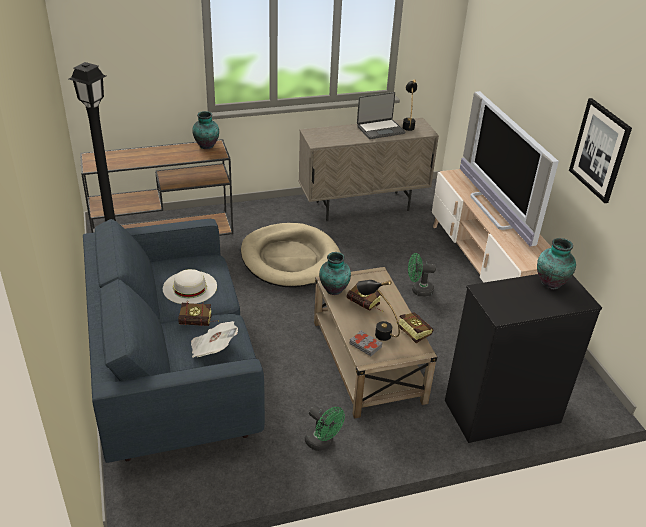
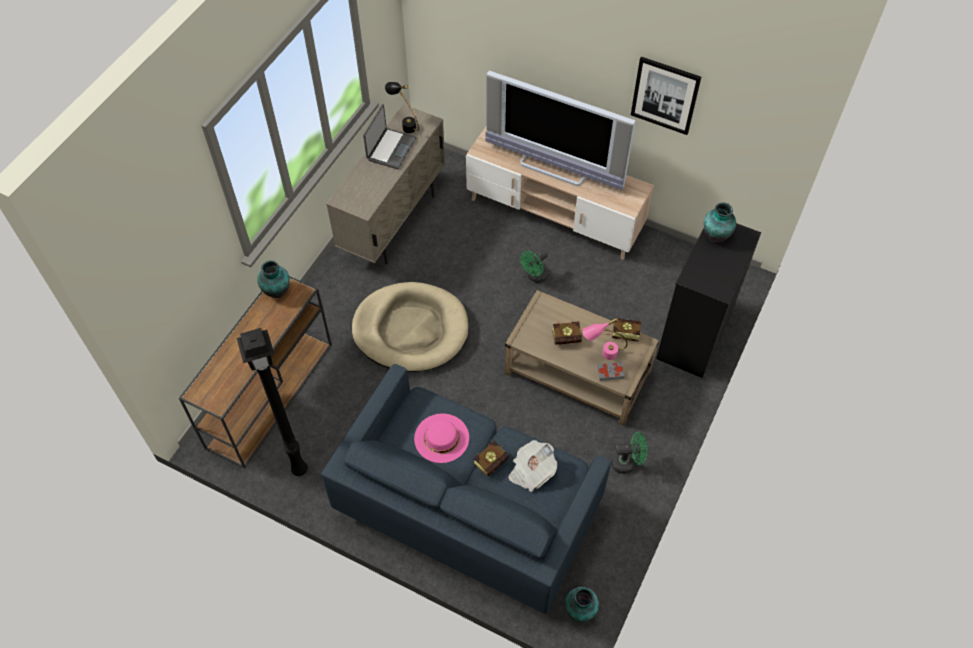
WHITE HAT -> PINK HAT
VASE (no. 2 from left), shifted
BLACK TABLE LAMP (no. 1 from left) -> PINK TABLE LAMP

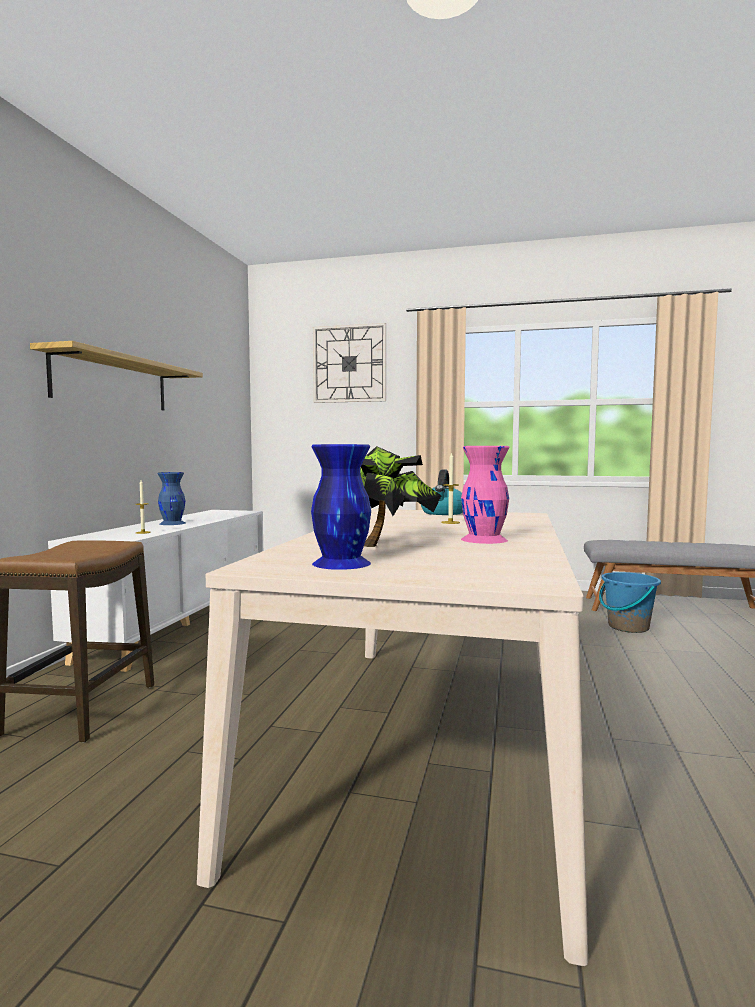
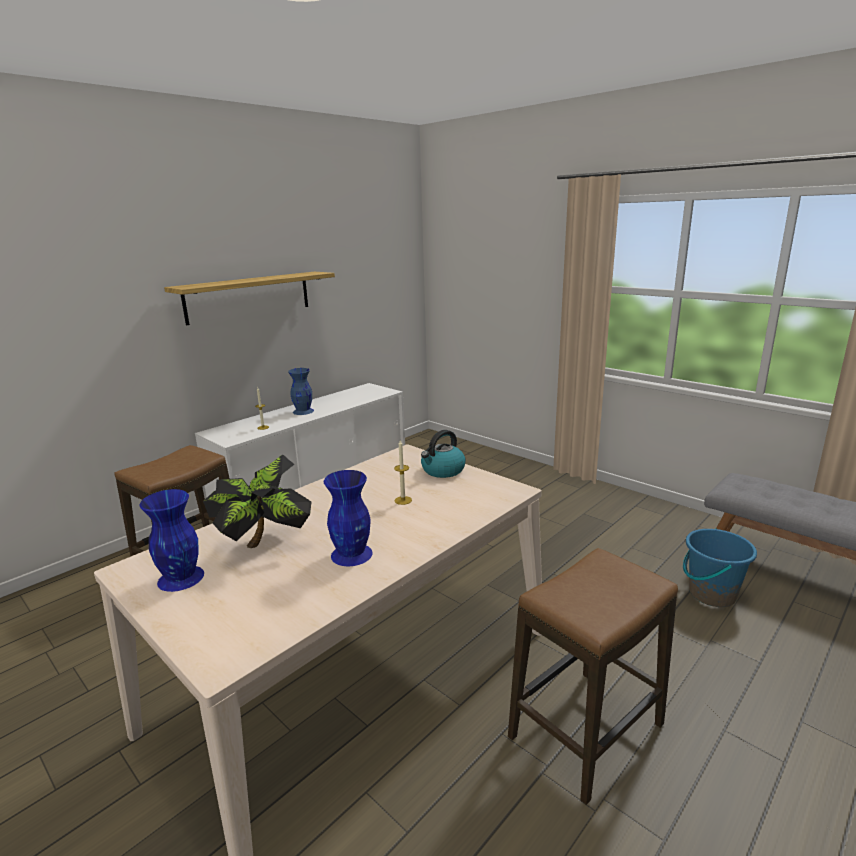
PINK VASE -> BLUE VASE (no. 3 from left)
none -> STOOL (no. 2 from left)
WALL CLOCK -> none

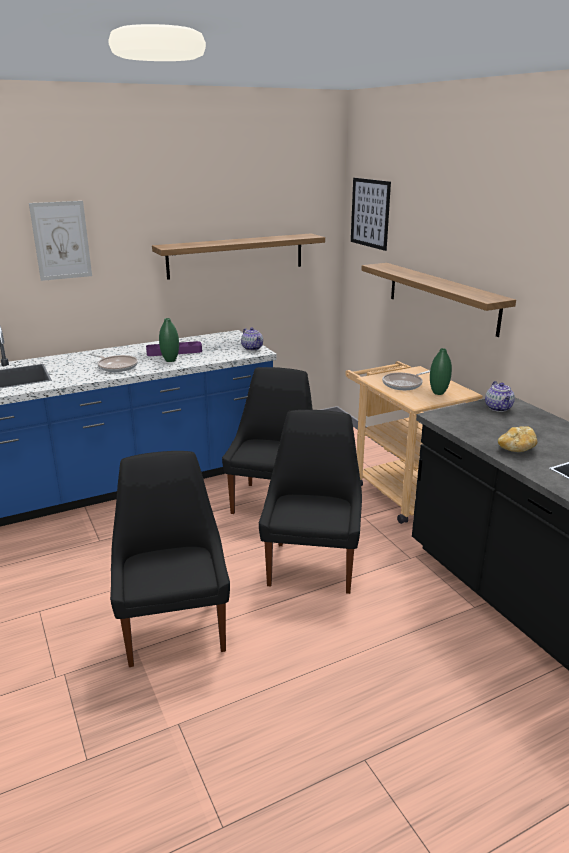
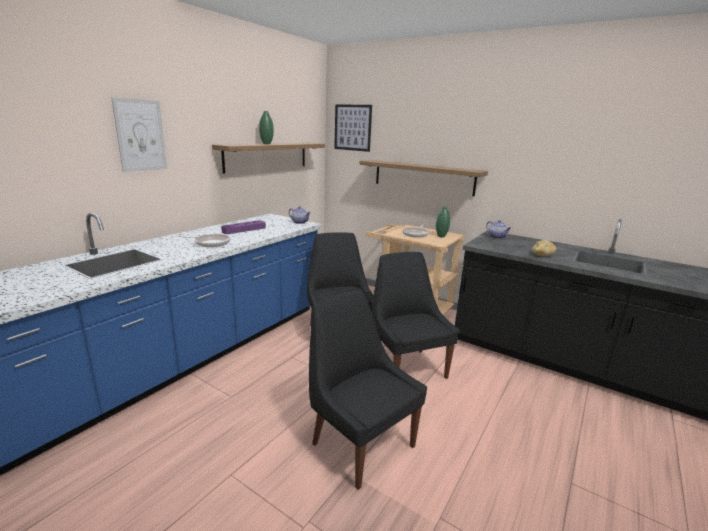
GREEN VASE (no. 1 from left), shifted

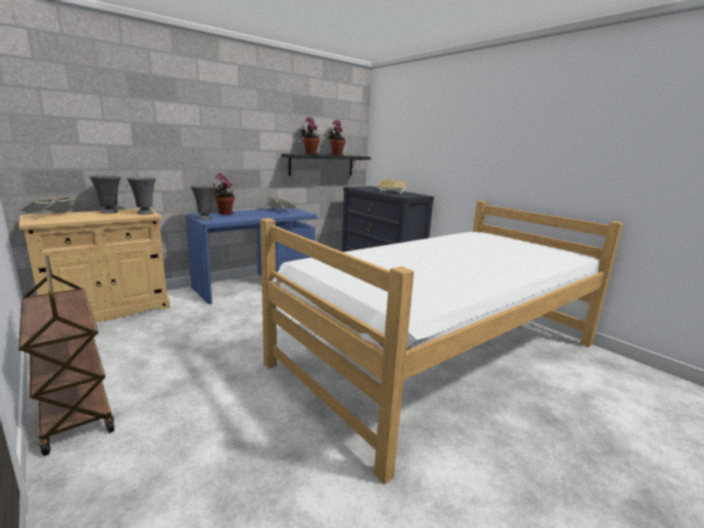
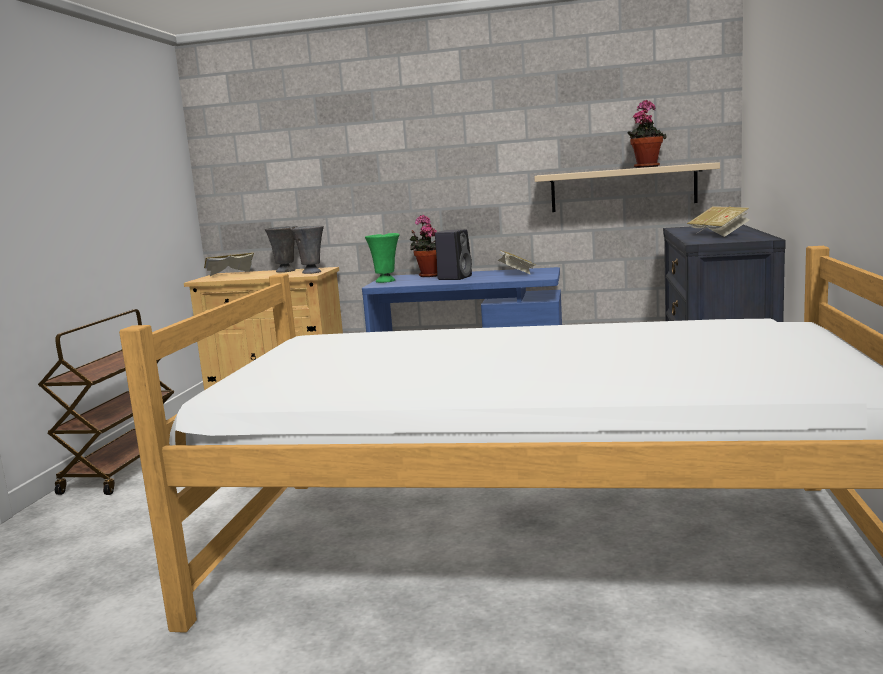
GREY VASE (no. 3 from left) -> GREEN VASE
none -> BLACK SPEAKER
BLACK SHELF -> BEIGE SHELF
POTTED PLANT (no. 2 from left) -> none

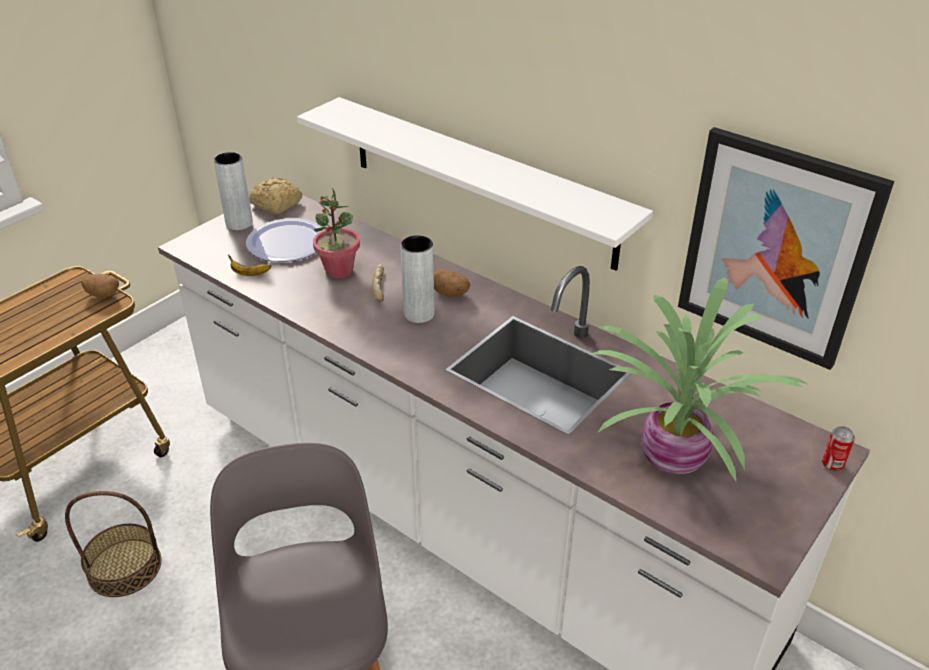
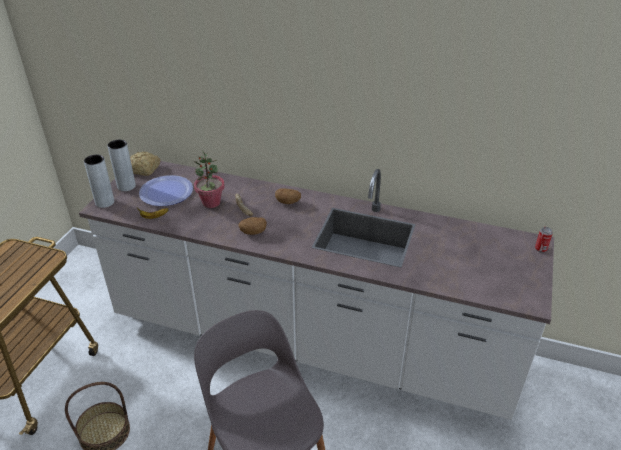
GREY VASE (no. 2 from left in the first image) -> GREY VASE (no. 1 from left), shifted
POTATO (no. 1 from left), shifted
WHITE SHELF -> none
POTTED PLANT (no. 2 from left) -> none
PICTURE -> none

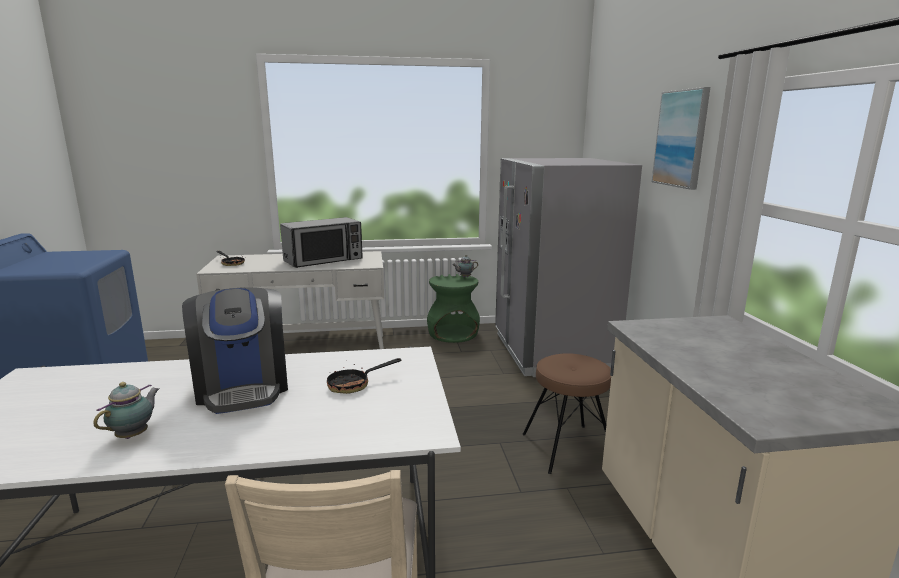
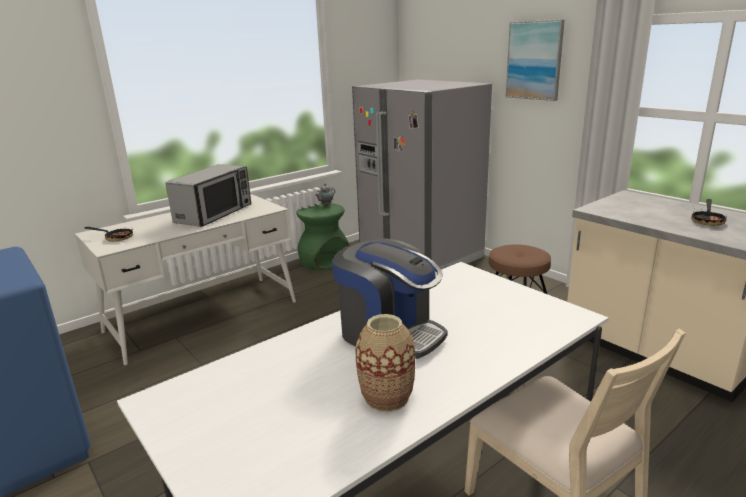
TEAPOT (no. 1 from left) -> VASE
FRYING PAN (no. 2 from left), shifted

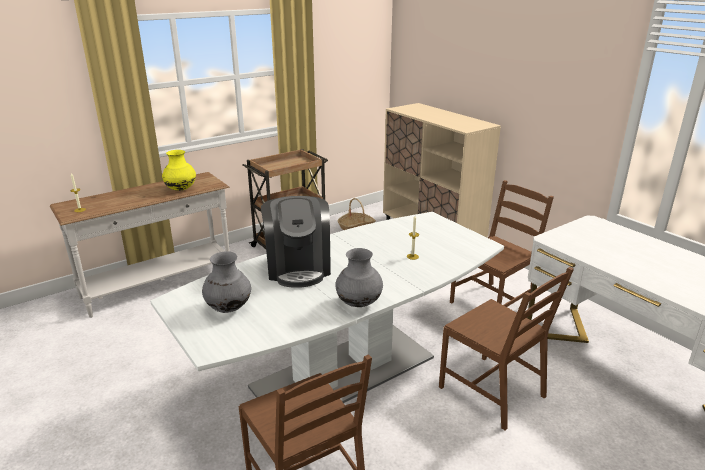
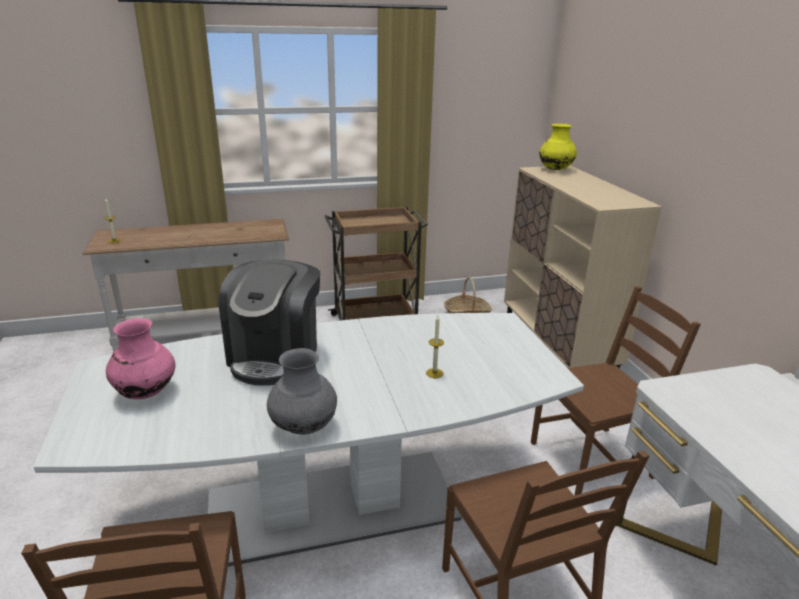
GREY VASE (no. 1 from left) -> PINK VASE
YELLOW VASE, shifted

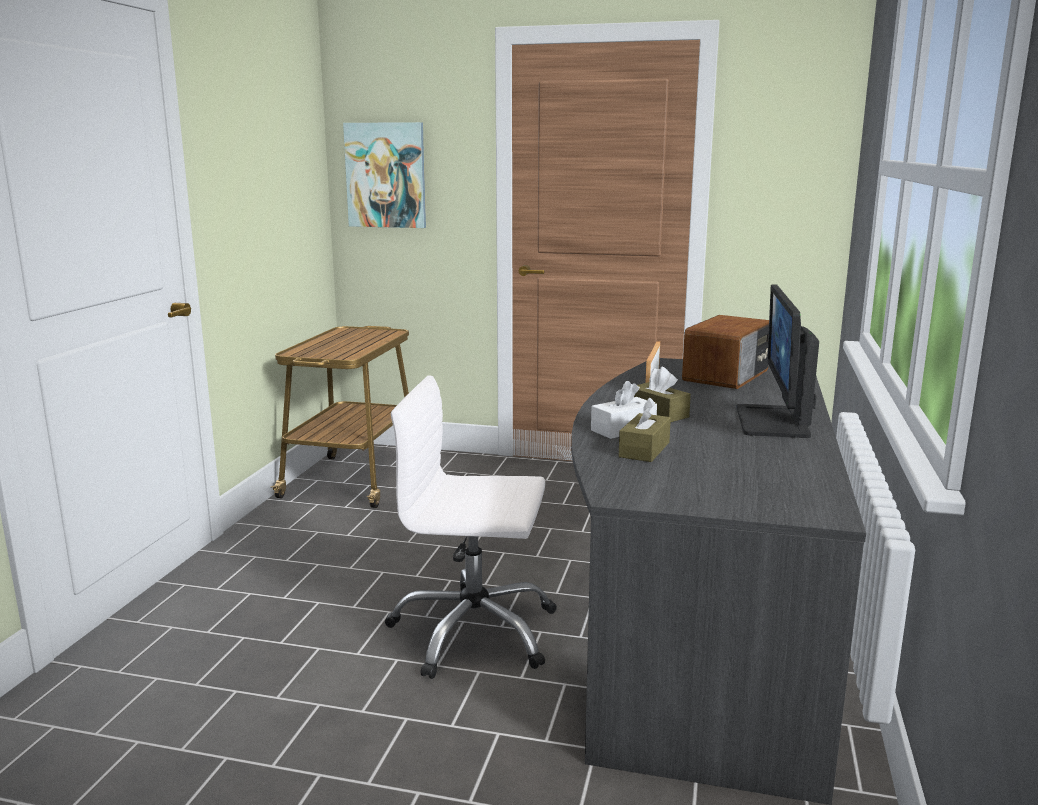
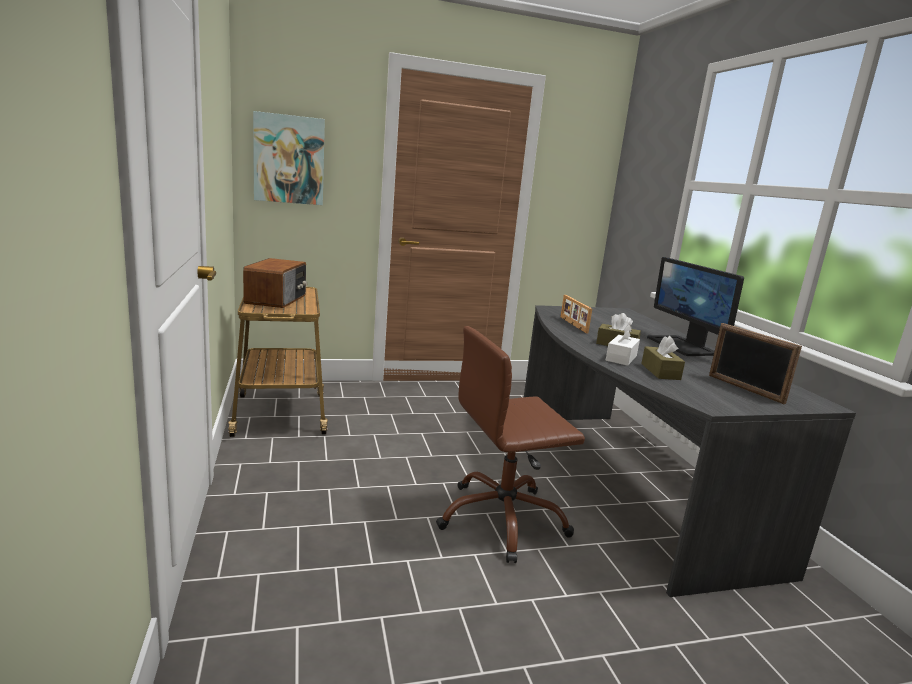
RADIO, shifted
WHITE OFFICE CHAIR -> BROWN OFFICE CHAIR
none -> PICTURE FRAME (no. 2 from left)

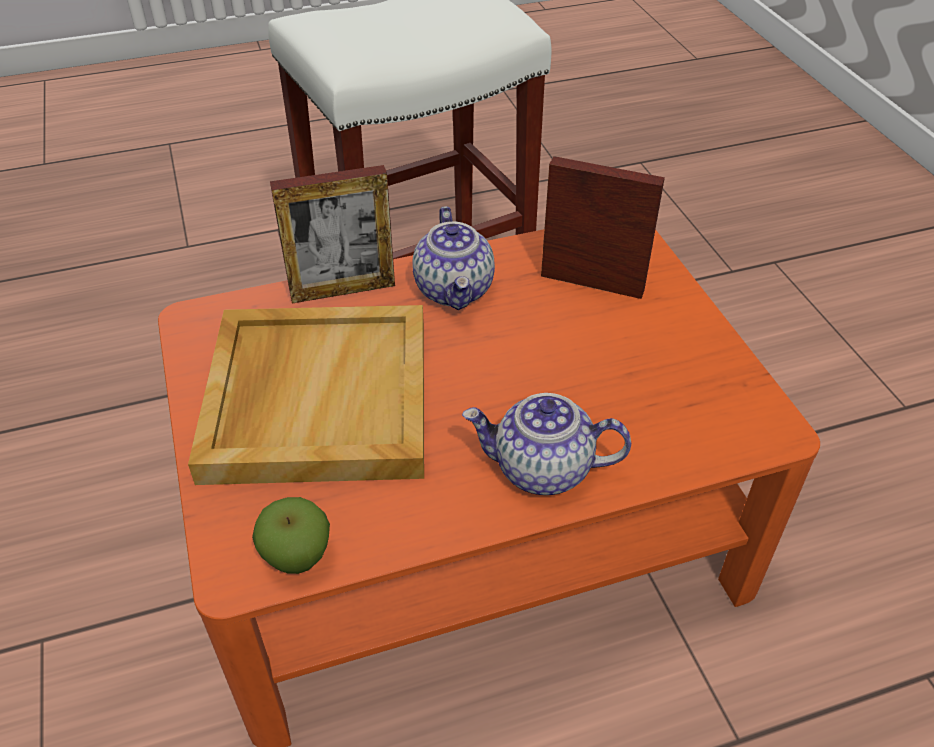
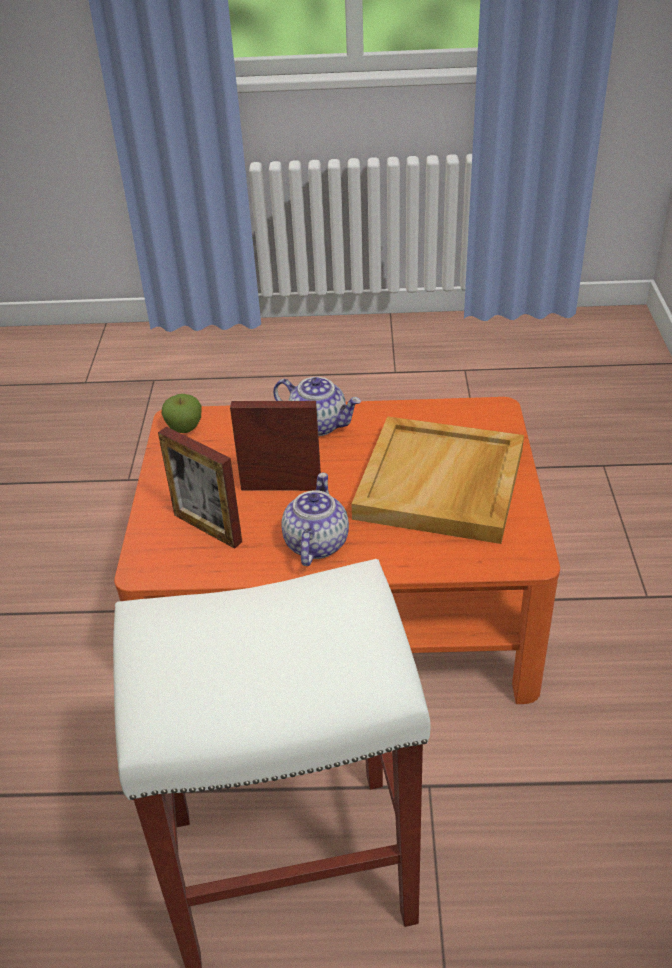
APPLE, shifted
PICTURE FRAME (no. 1 from left in the first image) -> PICTURE FRAME (no. 2 from left), shifted

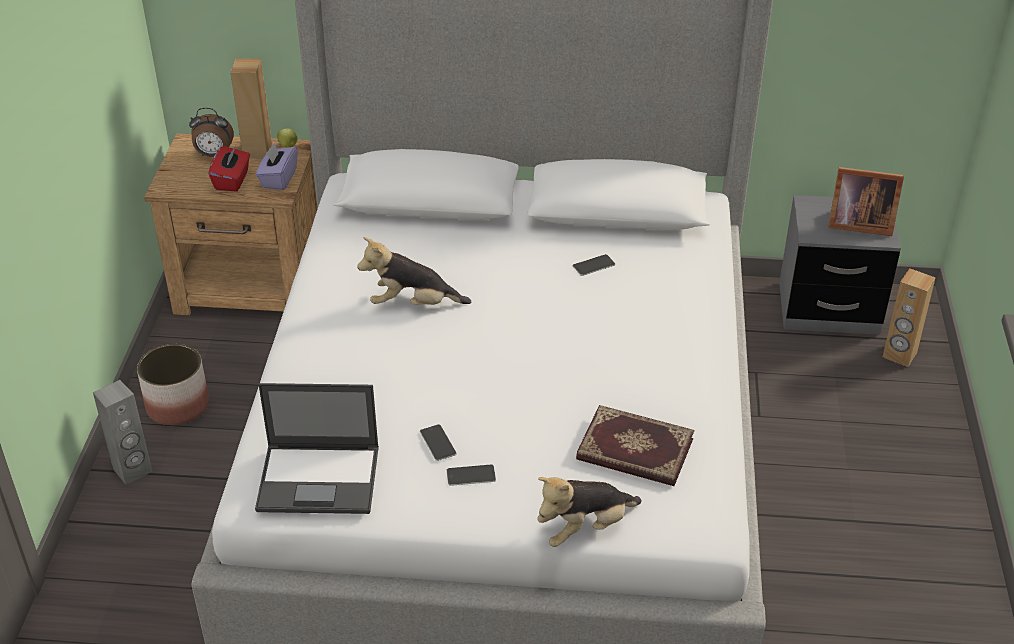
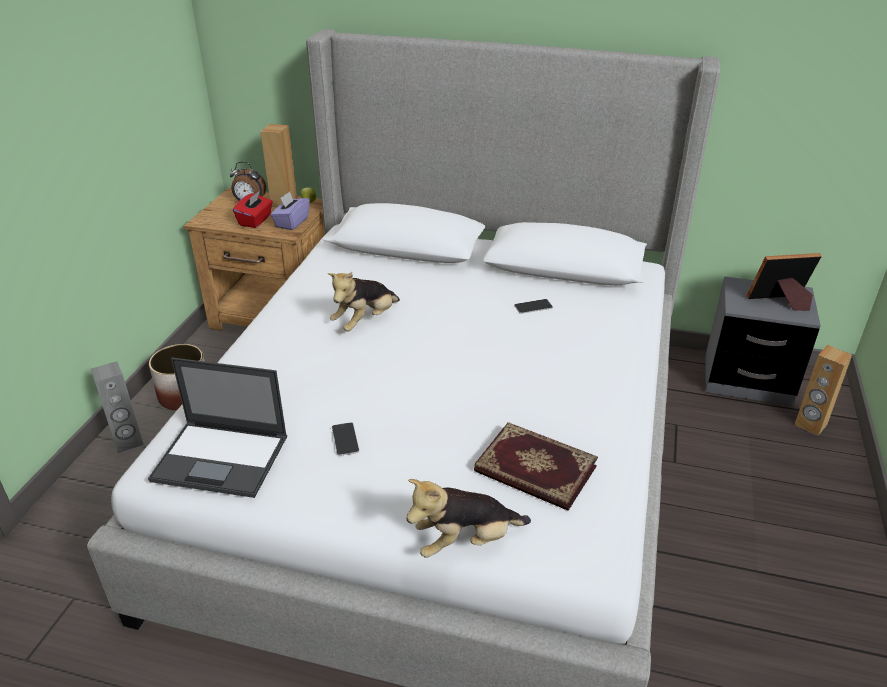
PLUSH TOY (no. 1 from left), 60 degrees counterclockwise
PICTURE FRAME, 150 degrees clockwise
PHONE (no. 2 from left) -> none

